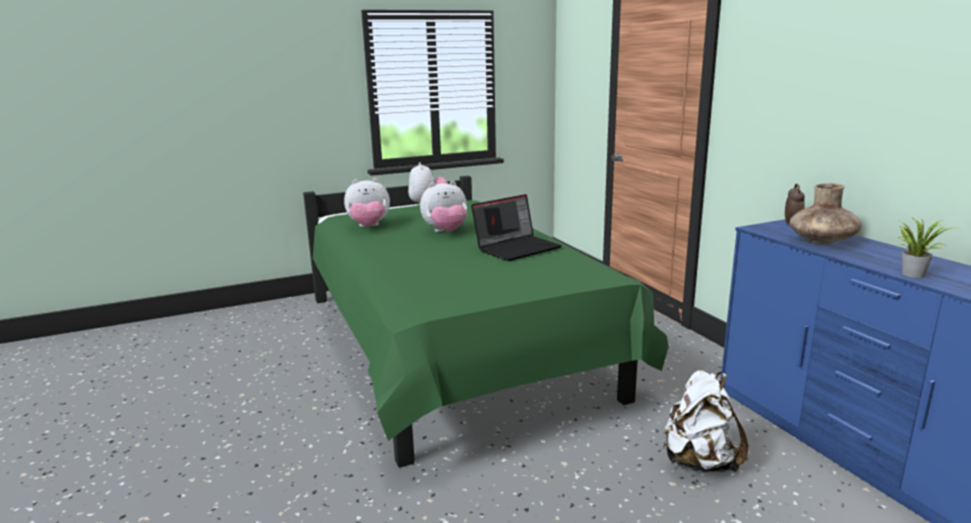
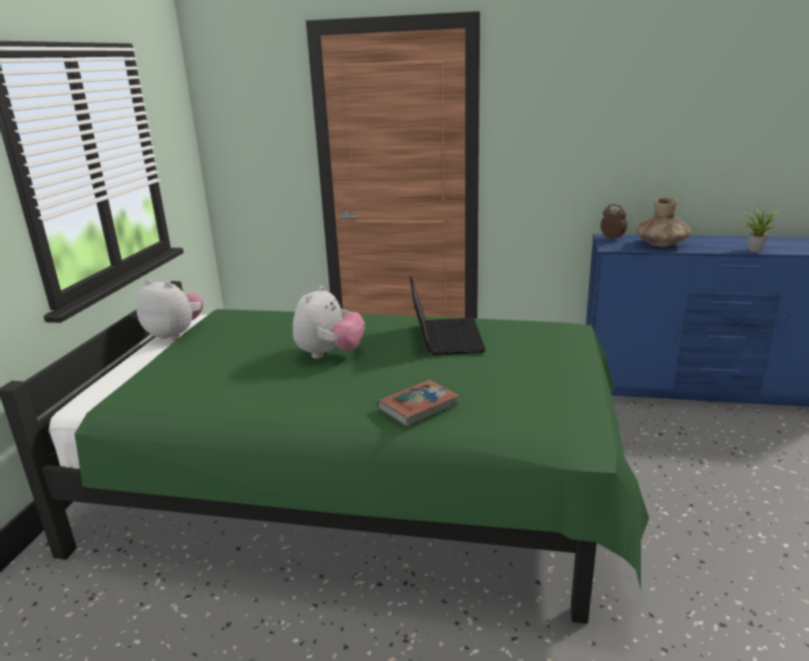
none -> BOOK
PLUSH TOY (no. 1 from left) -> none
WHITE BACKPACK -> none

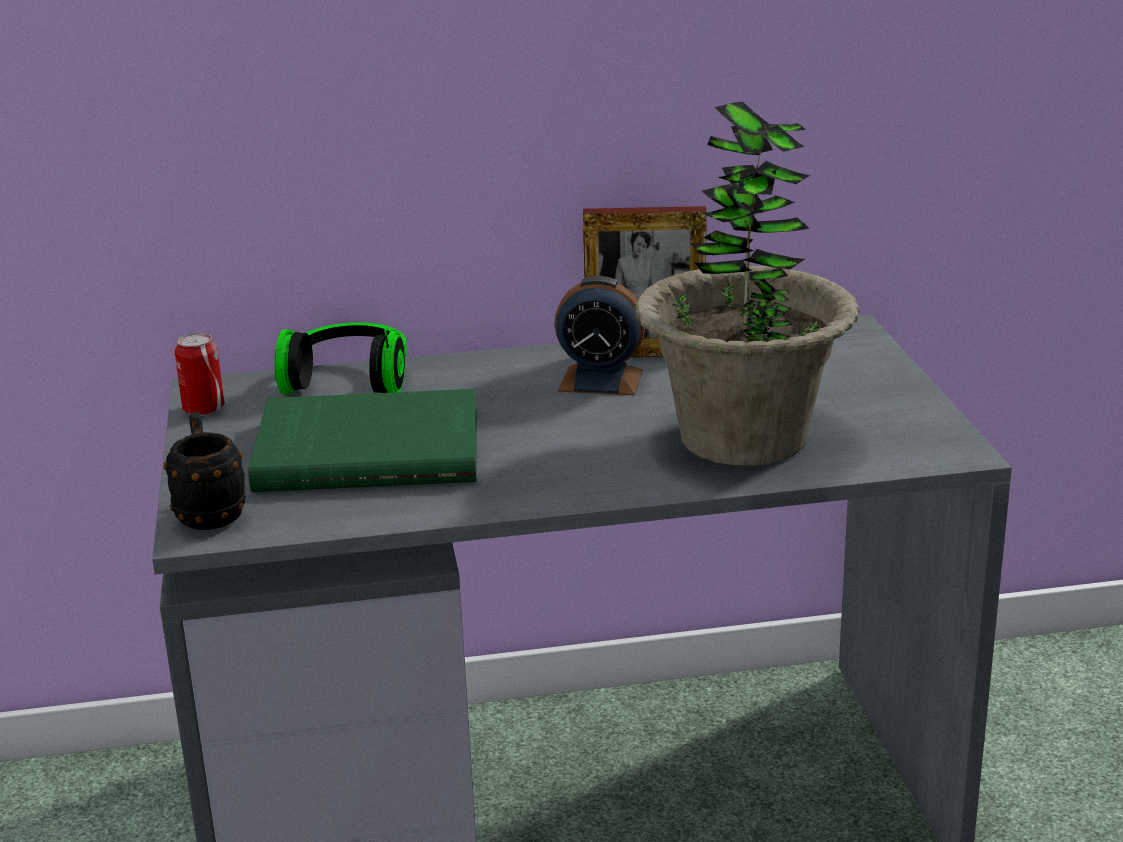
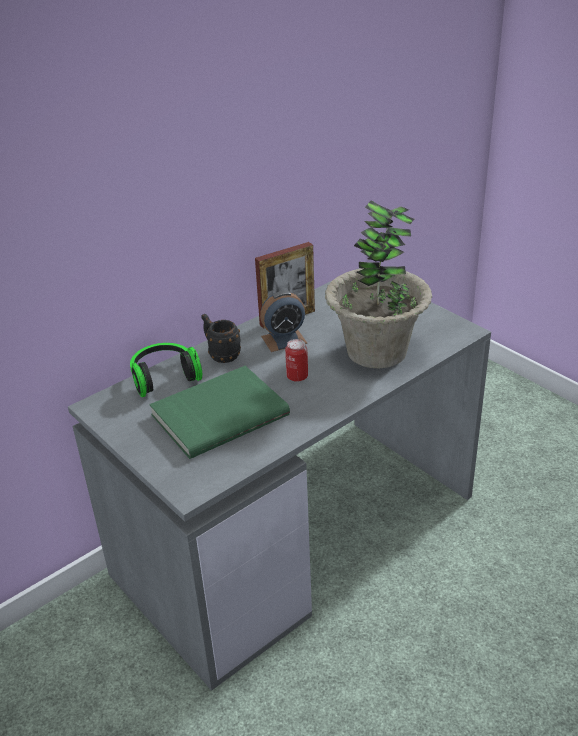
BLACK MUG, shifted
CAN, shifted

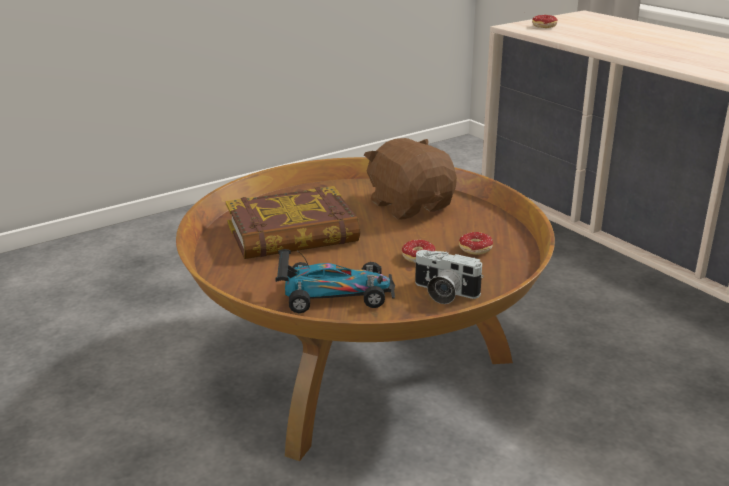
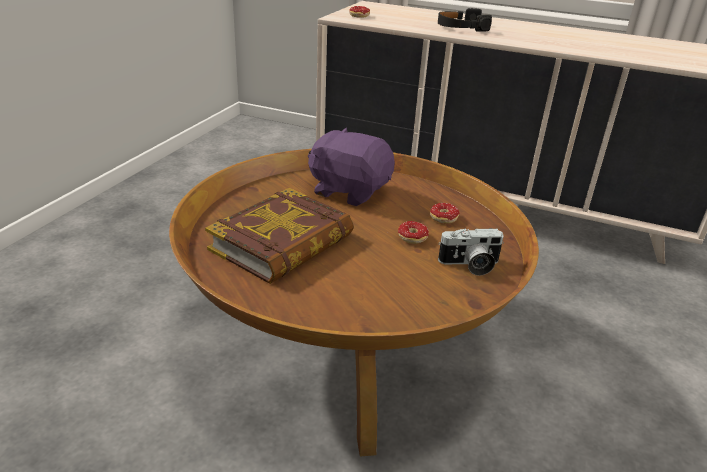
BROWN PLUSH TOY -> PURPLE PLUSH TOY
none -> BLACK HEADPHONES
TOY CAR -> none

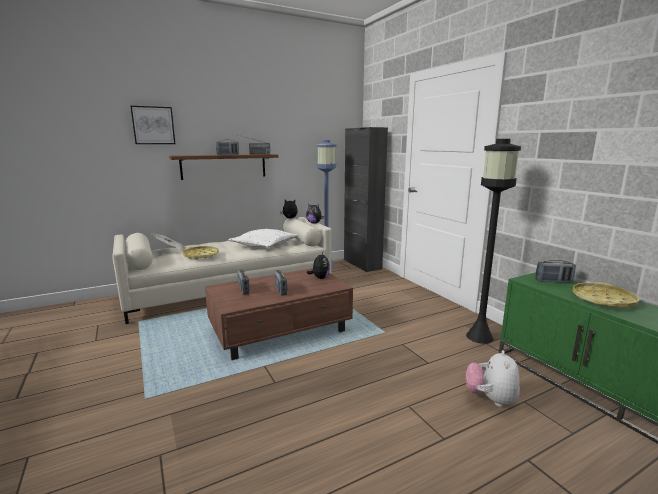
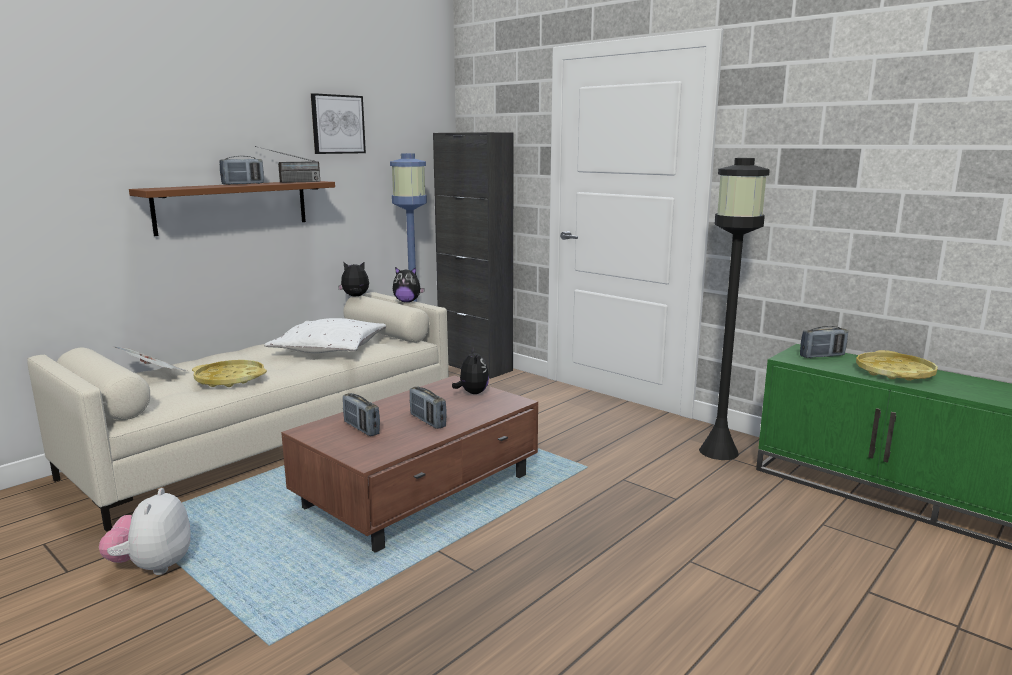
PLUSH TOY (no. 4 from left in the first image) -> PLUSH TOY (no. 1 from left), shifted
PICTURE, shifted

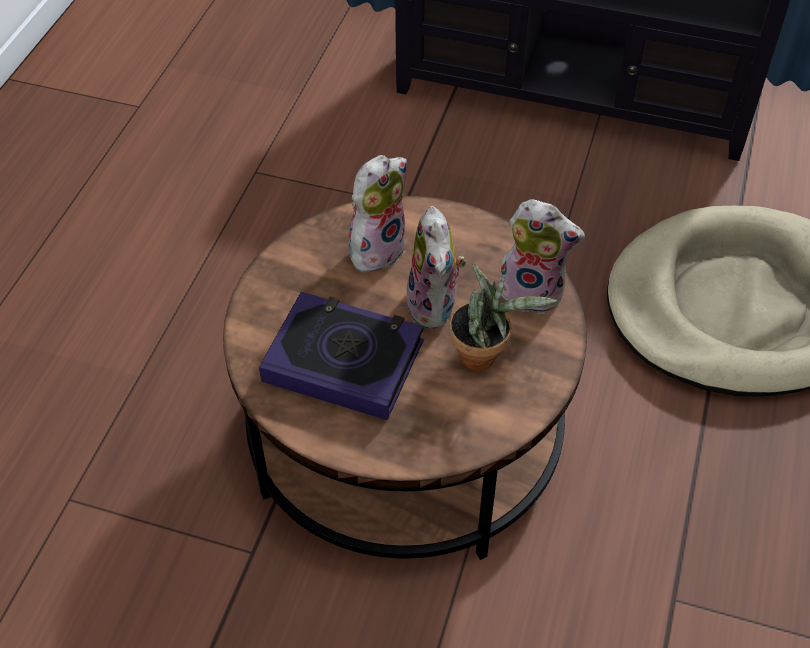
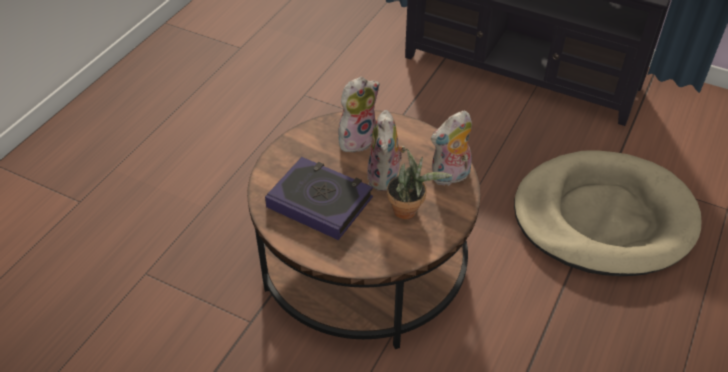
PLUSH TOY (no. 3 from left), 120 degrees clockwise

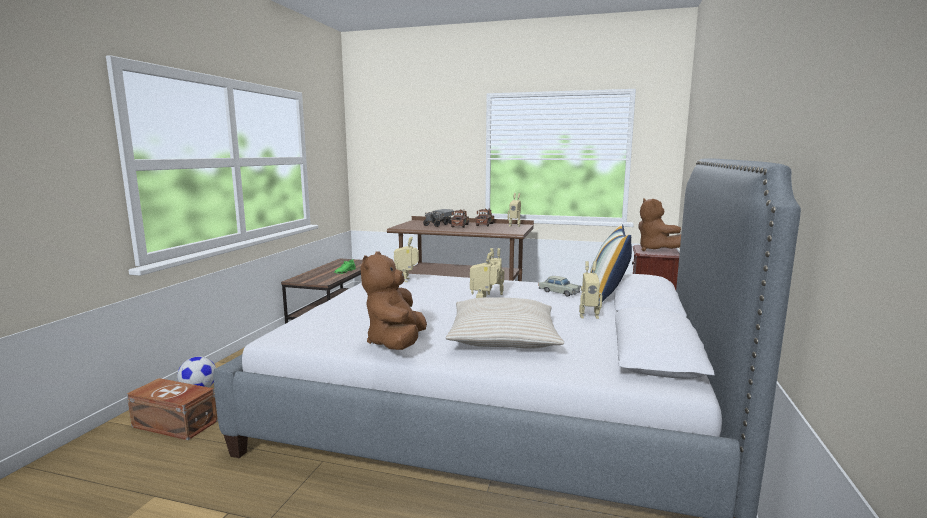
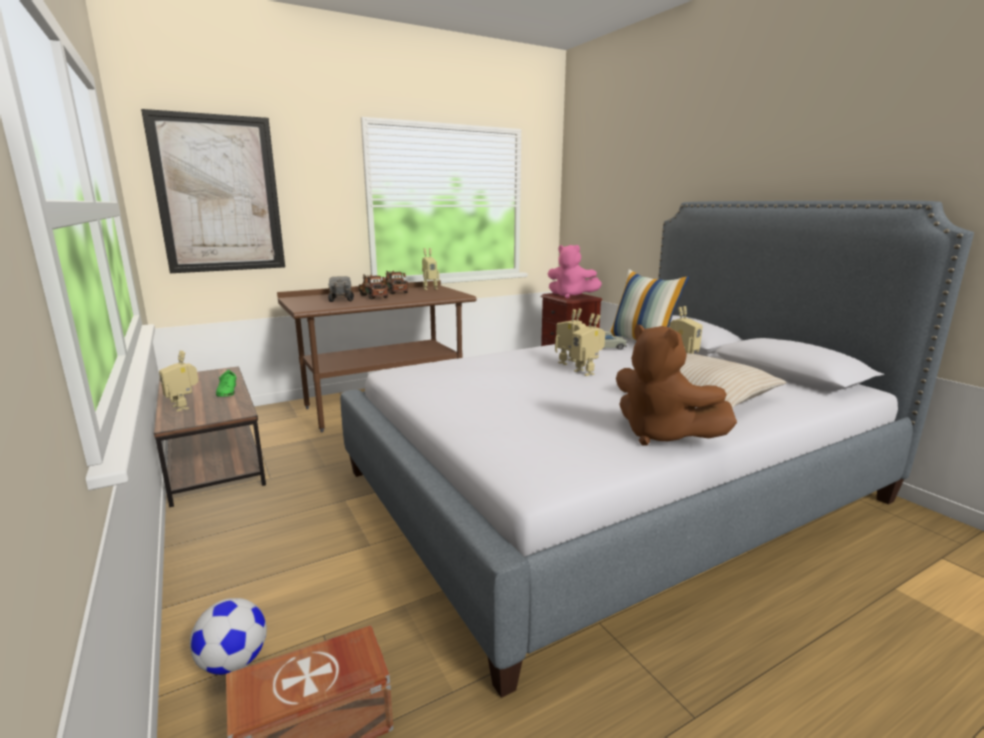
none -> PICTURE
TOY ROBOT (no. 1 from left), shifted
BROWN PLUSH TOY (no. 2 from left) -> PINK PLUSH TOY

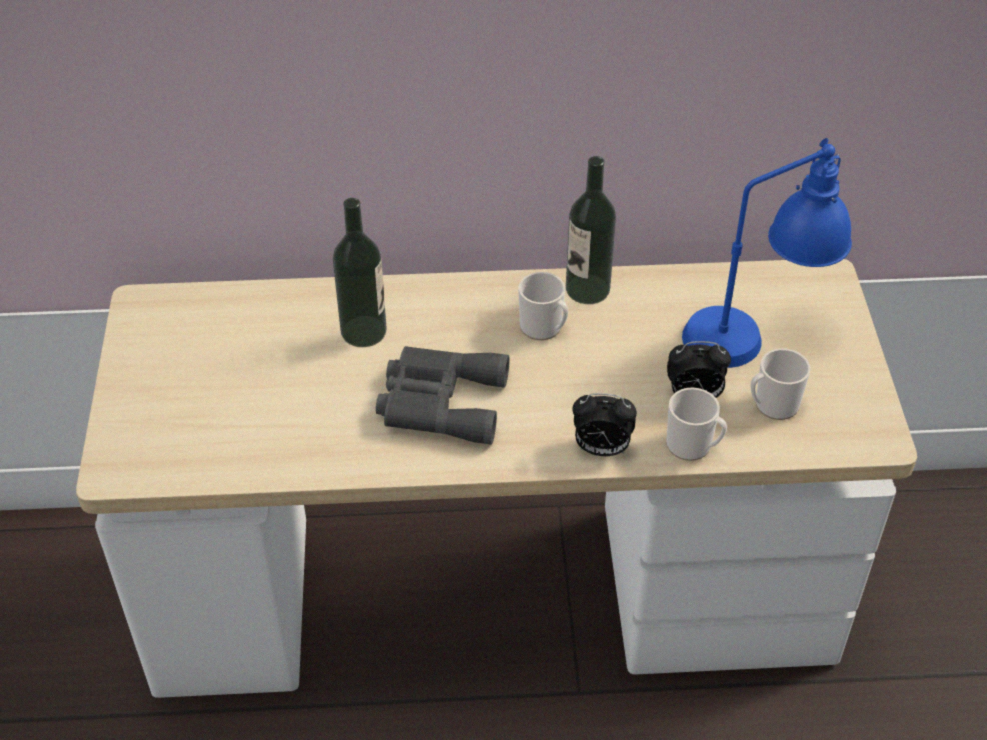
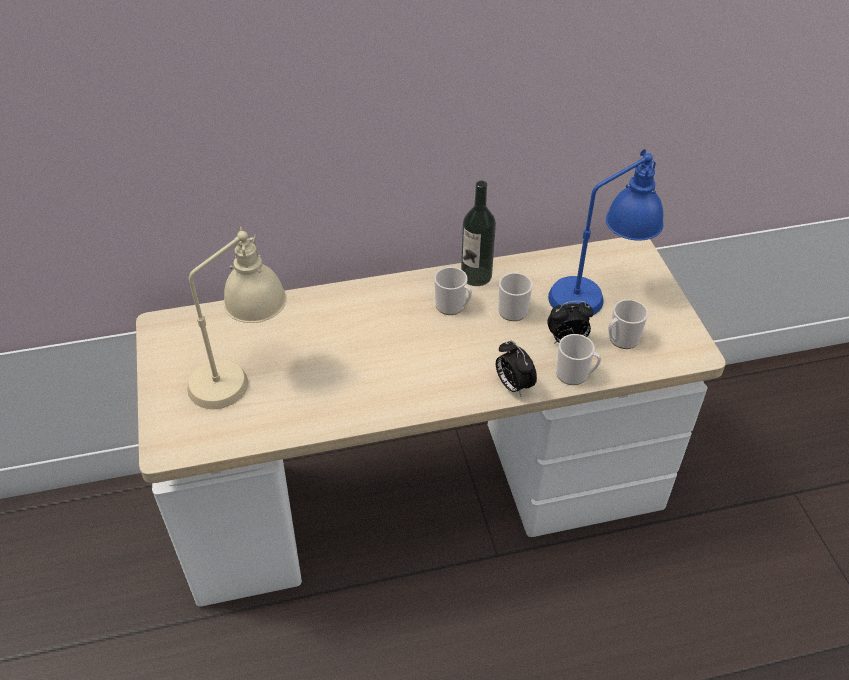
none -> BEIGE TABLE LAMP
ALARM CLOCK (no. 1 from left), 60 degrees clockwise
none -> MUG (no. 2 from left)
BOTTLE (no. 1 from left) -> none
GREY BINOCULARS -> none

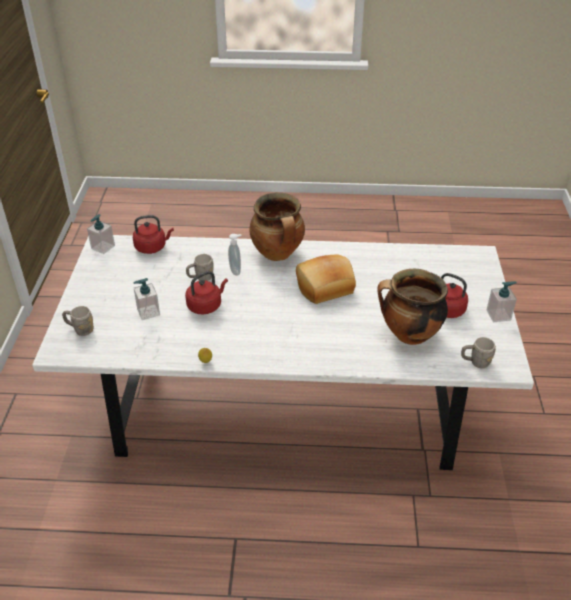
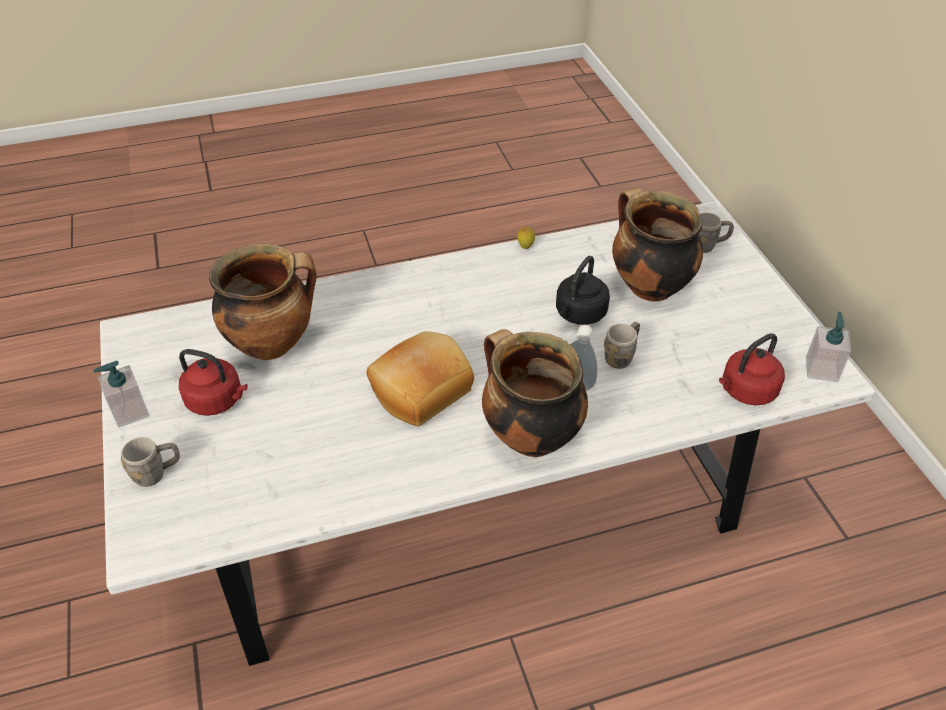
GREY MUG (no. 3 from left in the first image) -> GREY MUG (no. 1 from left), shifted
RED KETTLE (no. 2 from left) -> BLACK KETTLE
SOAP DISPENSER (no. 2 from left) -> COOKING POT (no. 3 from left)

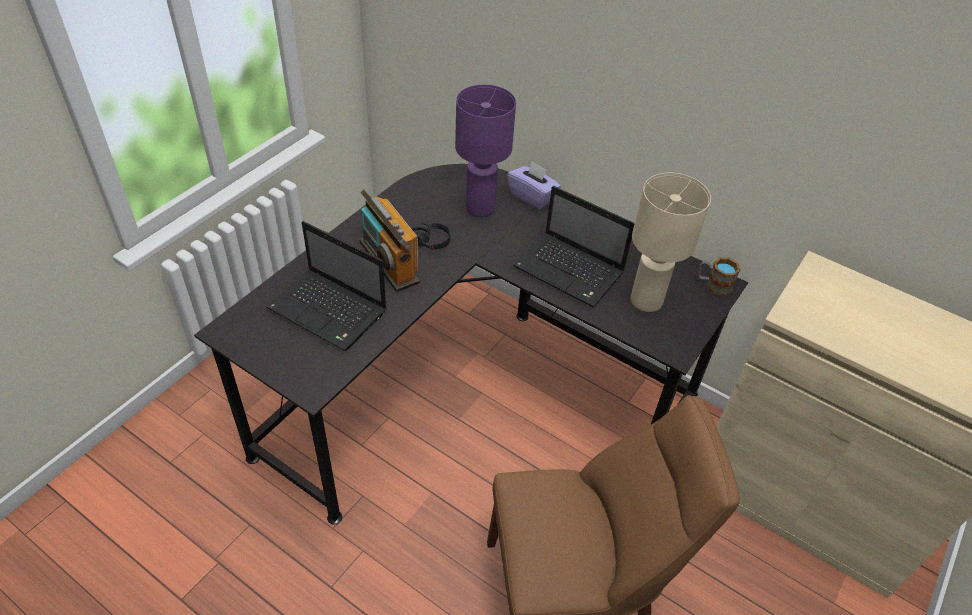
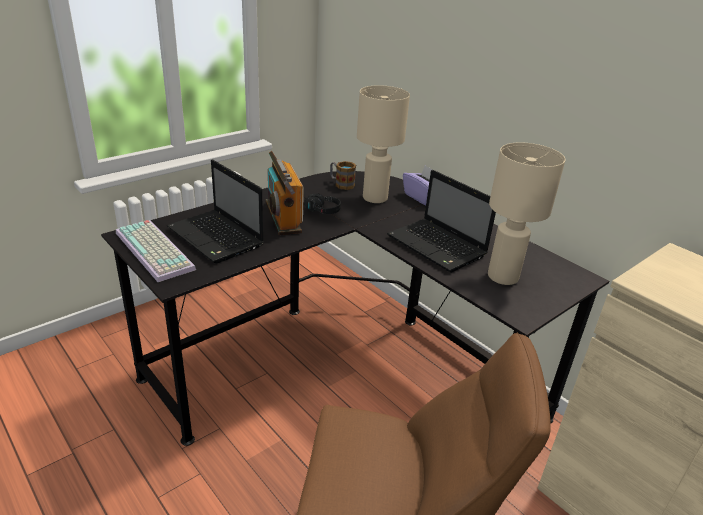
none -> KEYBOARD
MUG, shifted
PURPLE TABLE LAMP -> BEIGE TABLE LAMP (no. 1 from left)

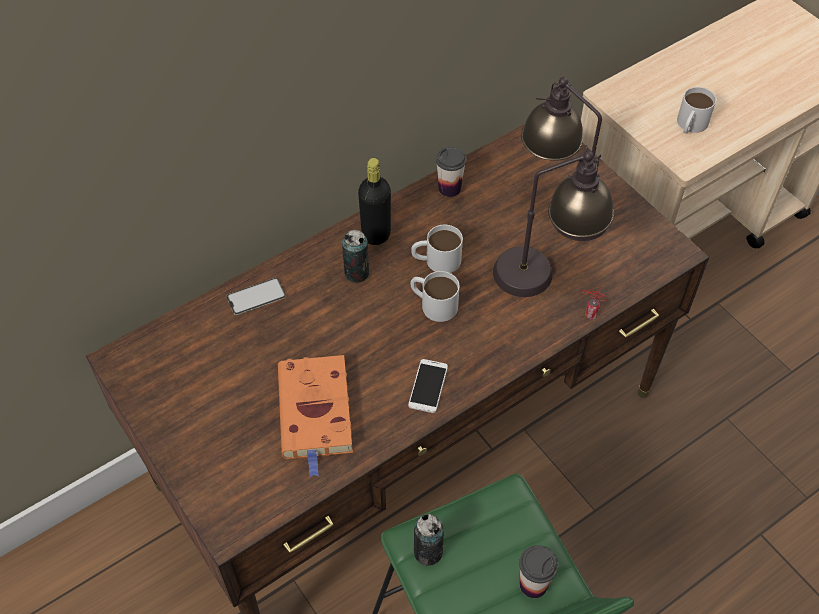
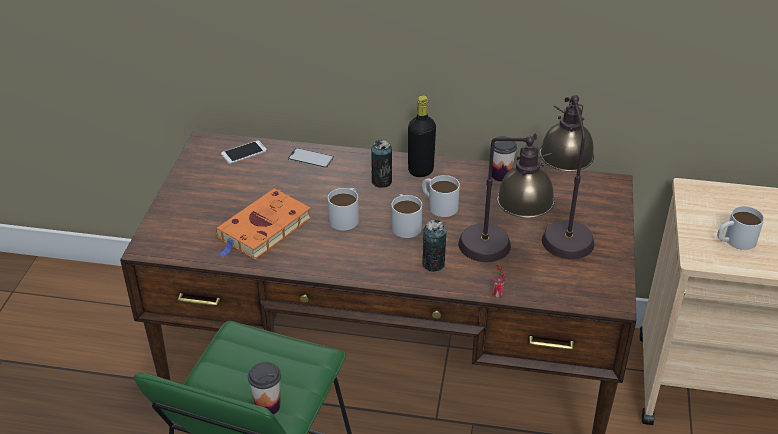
PHONE (no. 2 from left in the first image) -> PHONE (no. 1 from left), shifted
none -> WHITE MUG (no. 1 from left)
CAN (no. 2 from left), shifted

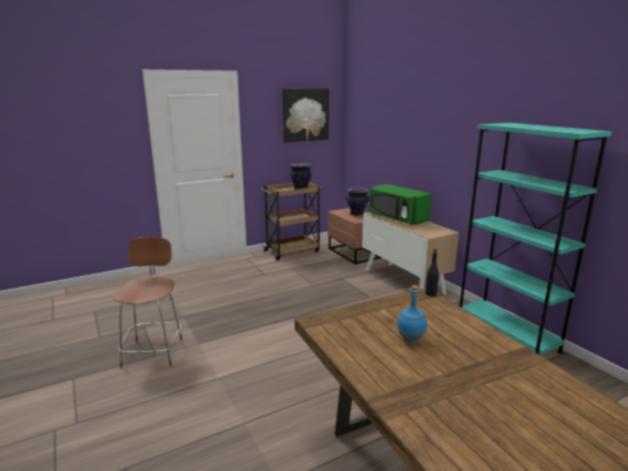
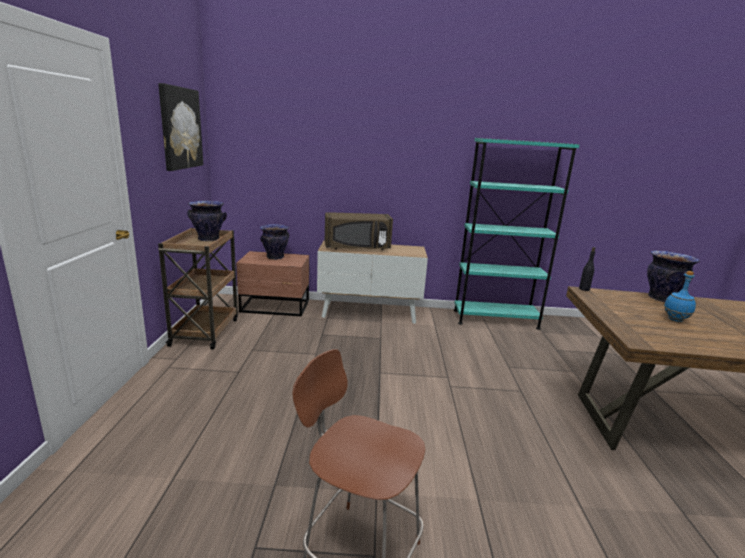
GREEN MICROWAVE -> BROWN MICROWAVE
none -> VASE (no. 3 from left)

